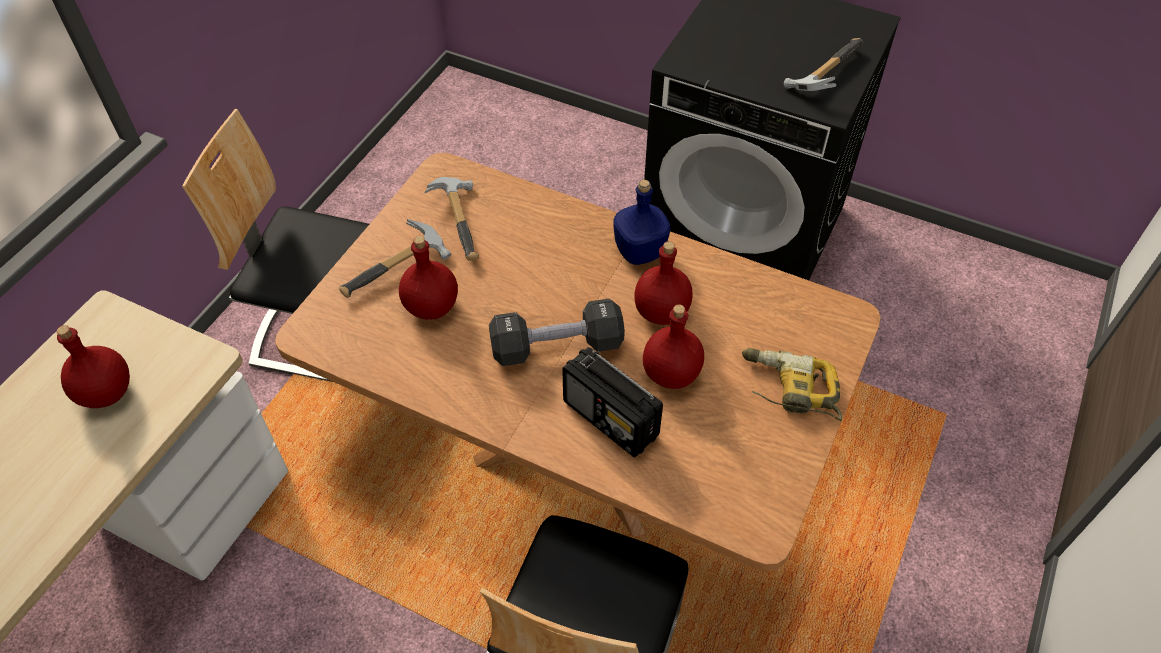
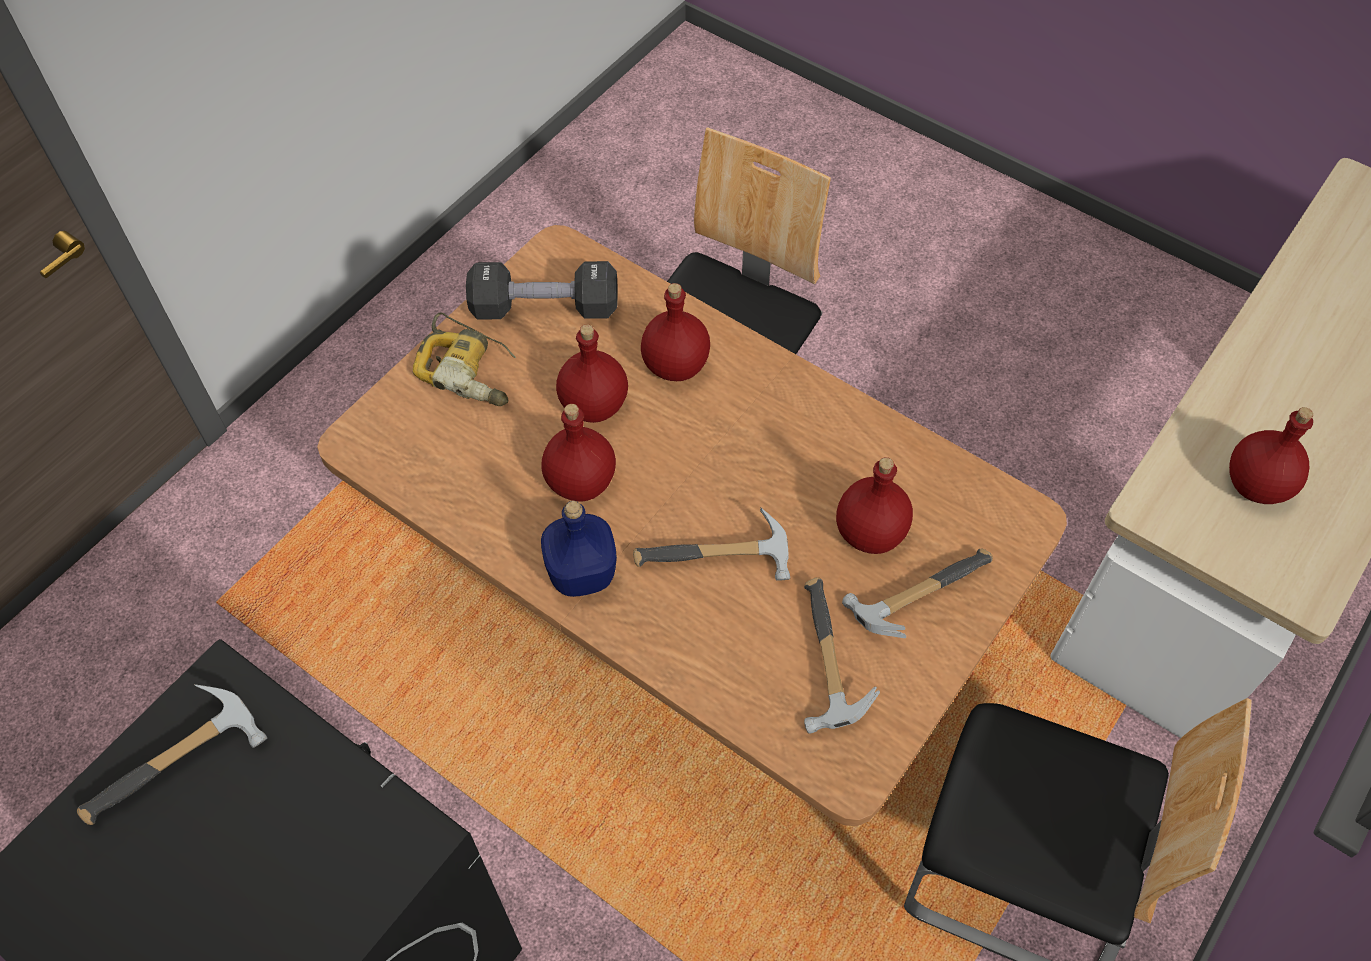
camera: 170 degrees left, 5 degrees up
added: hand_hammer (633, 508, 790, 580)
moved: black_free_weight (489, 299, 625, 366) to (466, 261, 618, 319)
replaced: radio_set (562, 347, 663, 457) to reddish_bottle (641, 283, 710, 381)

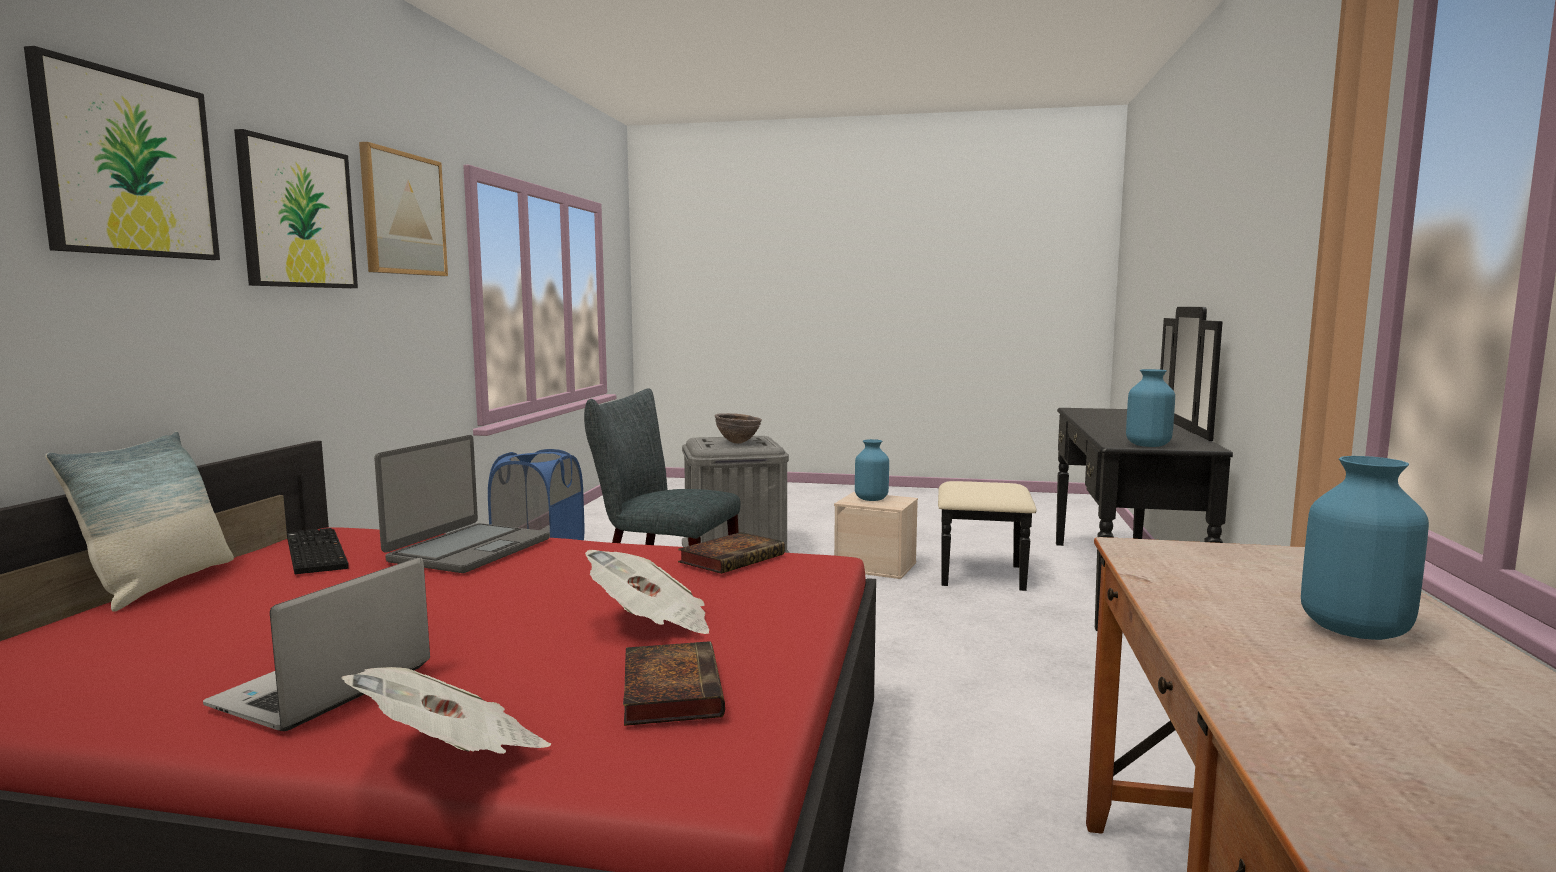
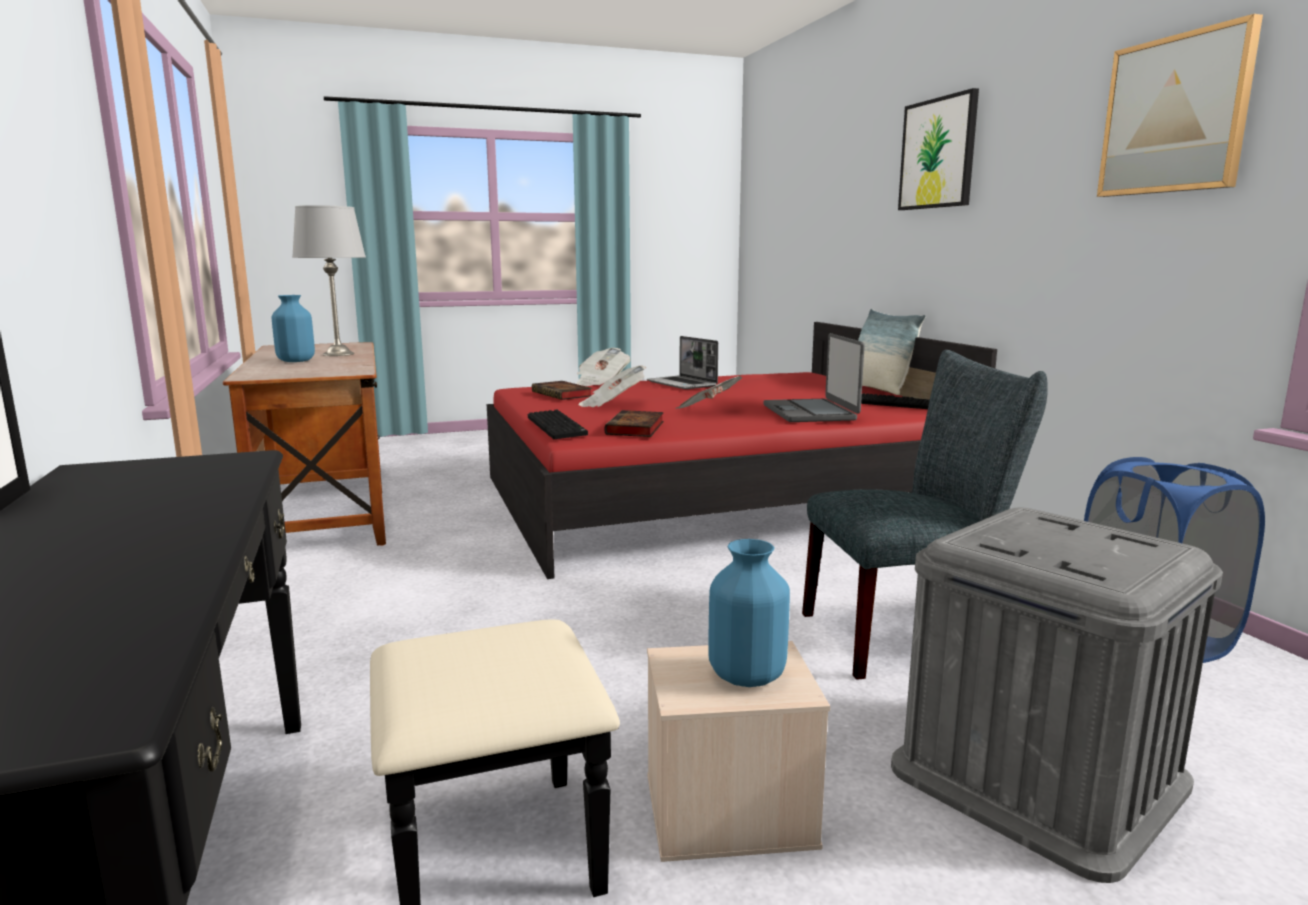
camera: 150 degrees right, 5 degrees up
removed: wall_picture (234, 129, 358, 288); bluish_flower_vase (1126, 369, 1175, 447); brown-coloured_bowl (715, 413, 762, 444)
added: greyish_lamp_for_a_table (292, 205, 366, 356); newspaper (675, 375, 743, 409); keyboard (528, 410, 588, 439)
turned: portable_computer (203, 558, 430, 731) = (647, 336, 718, 389) 150 degrees clockwise

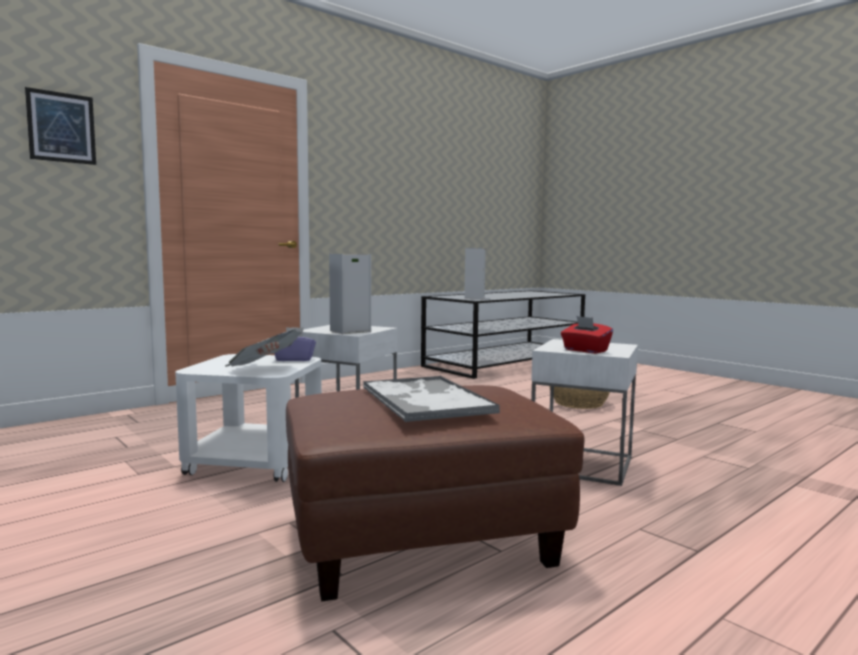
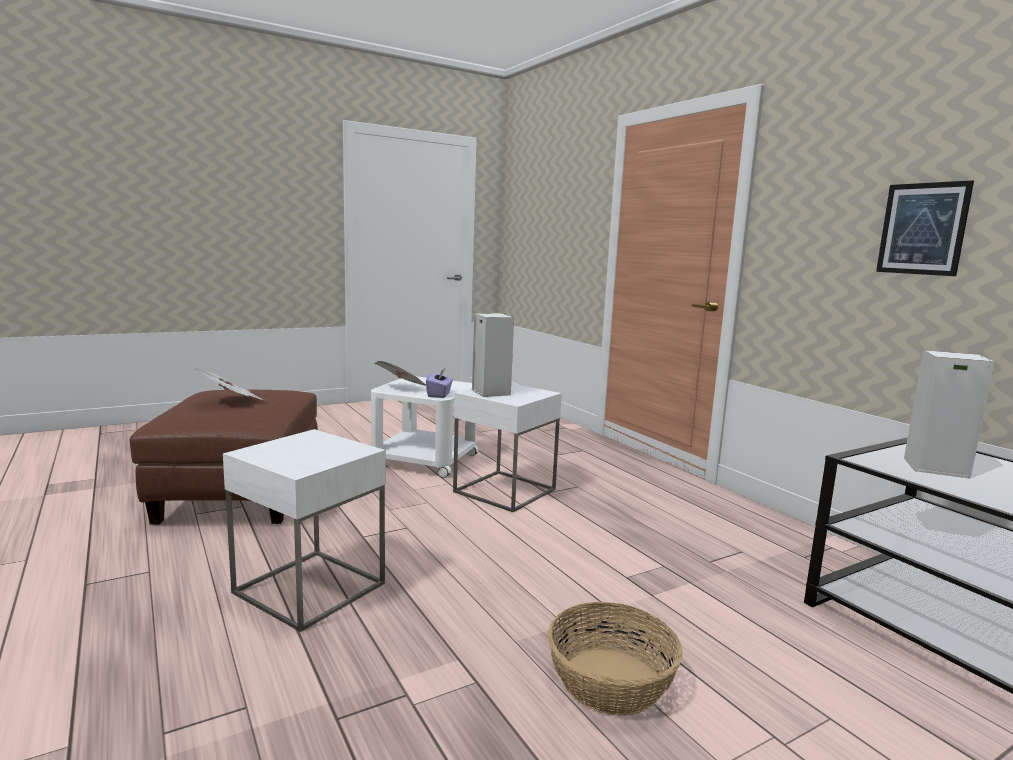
camera: 100 degrees right, 5 degrees up
removed: reddish_box_of_tissues (561, 316, 613, 353)
moved: wall_picture (25, 87, 96, 165) to (876, 180, 974, 276)
replaced: tray (363, 376, 500, 422) to newspaper (193, 368, 264, 400)

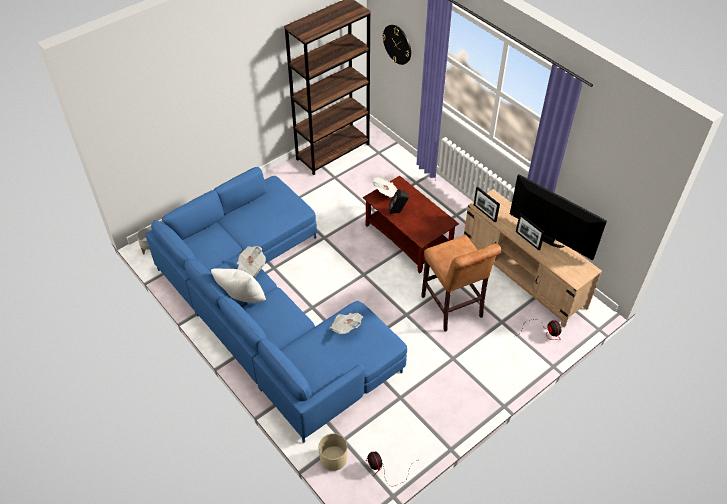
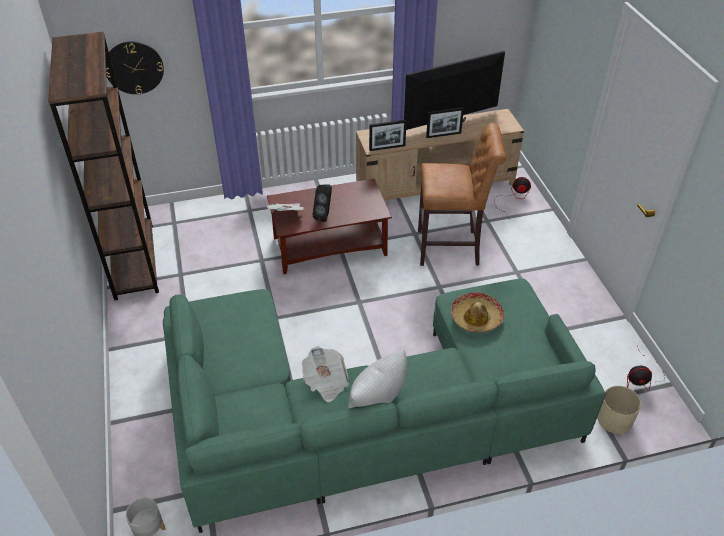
camera: 65 degrees left, 5 degrees down
replaced: newspaper (330, 313, 363, 334) to hat (451, 292, 504, 333)
recoloured: bluish_sofa (145, 167, 407, 443) to green_sofa (163, 278, 606, 533)

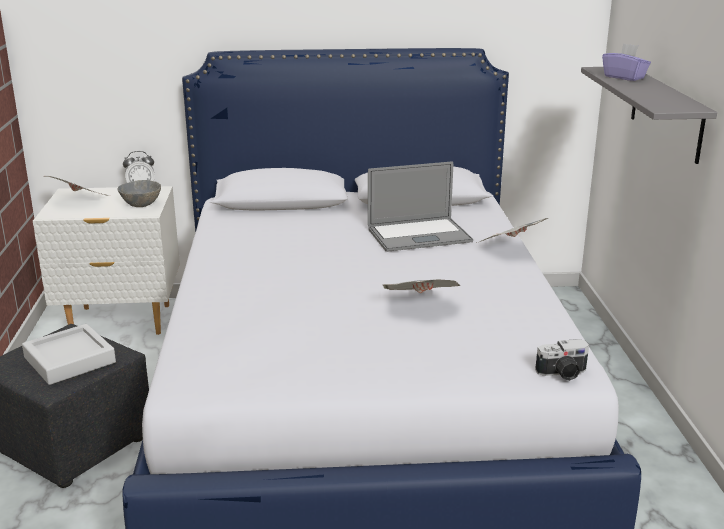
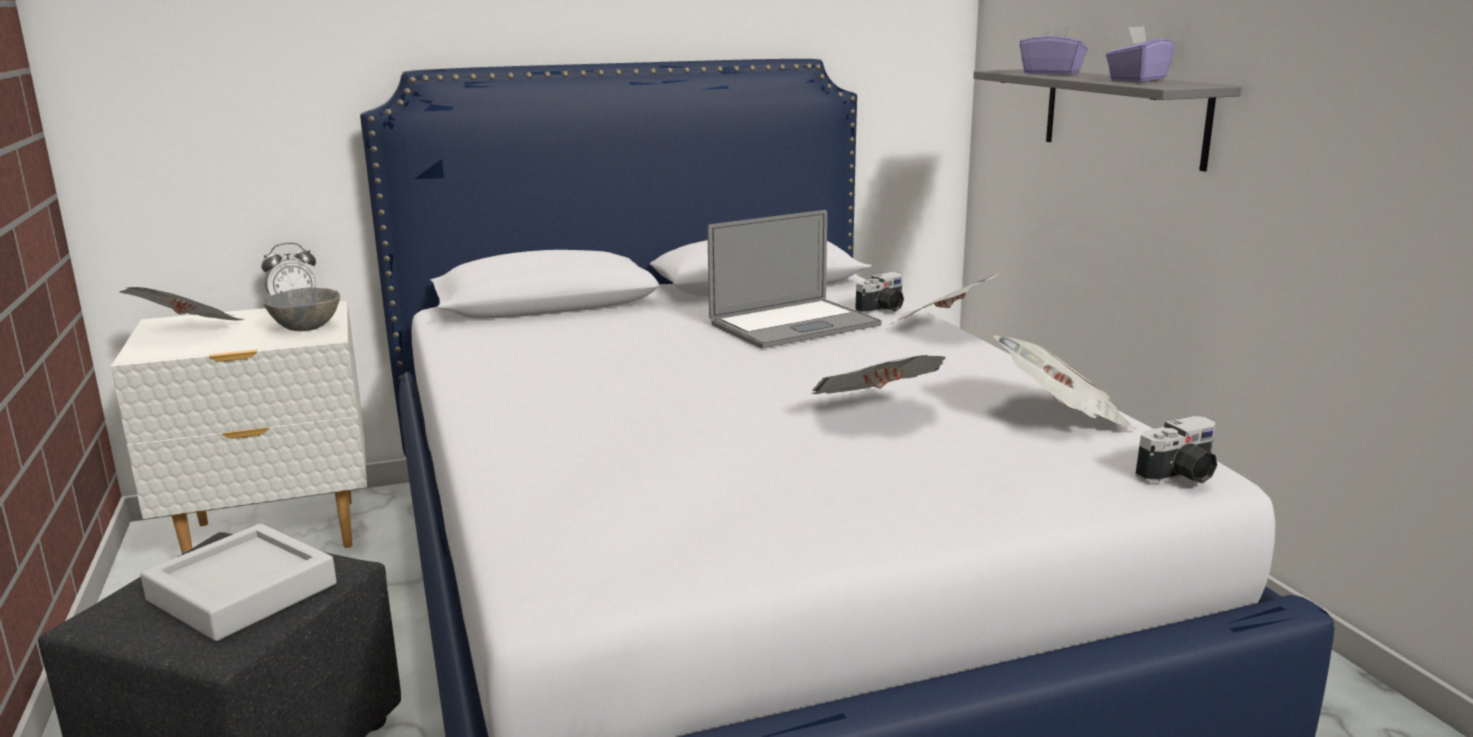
camera: 15 degrees left, 5 degrees down
added: purple_box_of_tissues (1106, 26, 1175, 82); still_camera (855, 272, 904, 313); newspaper (993, 335, 1136, 429)

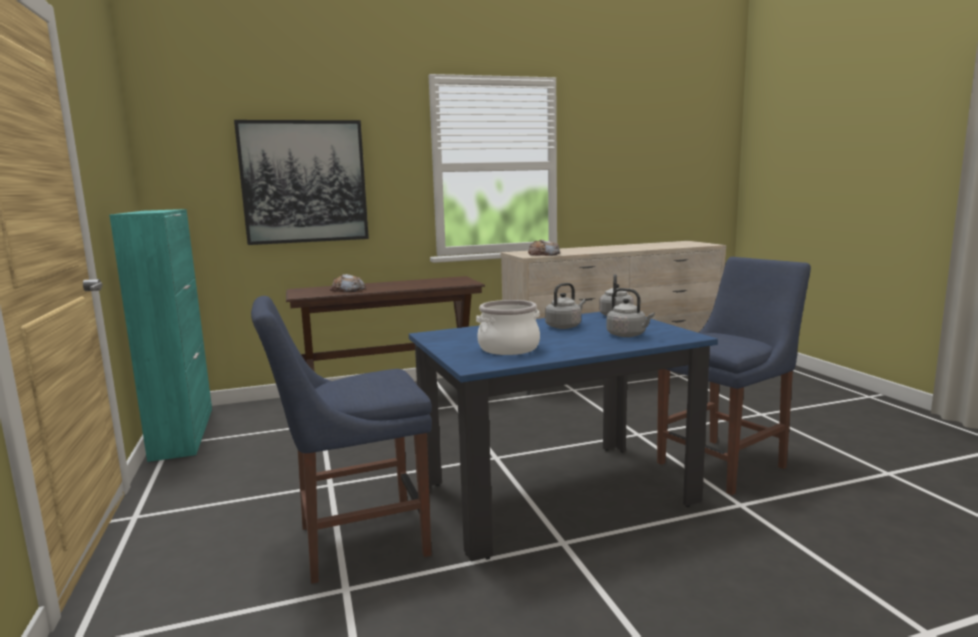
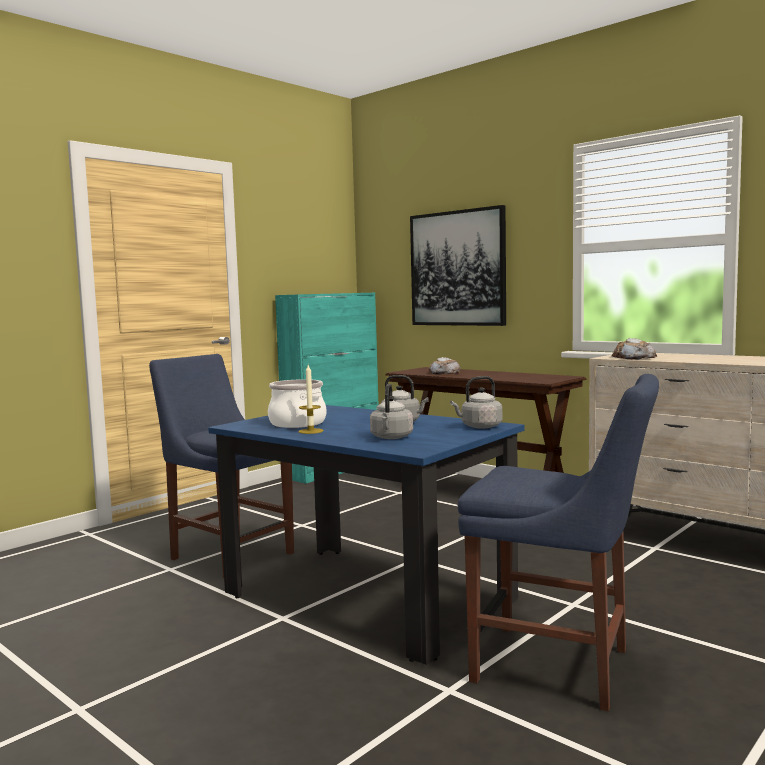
camera: 60 degrees right, 5 degrees down
added: wax_candle (298, 365, 324, 434)

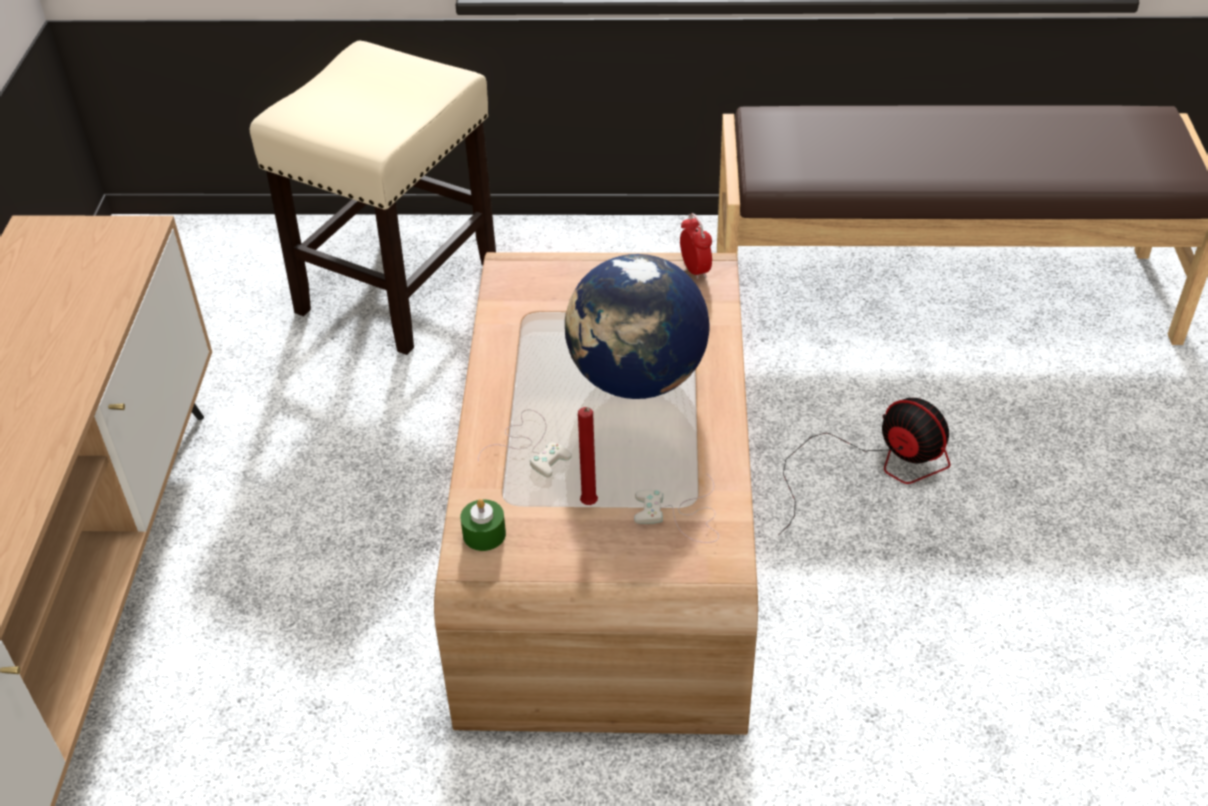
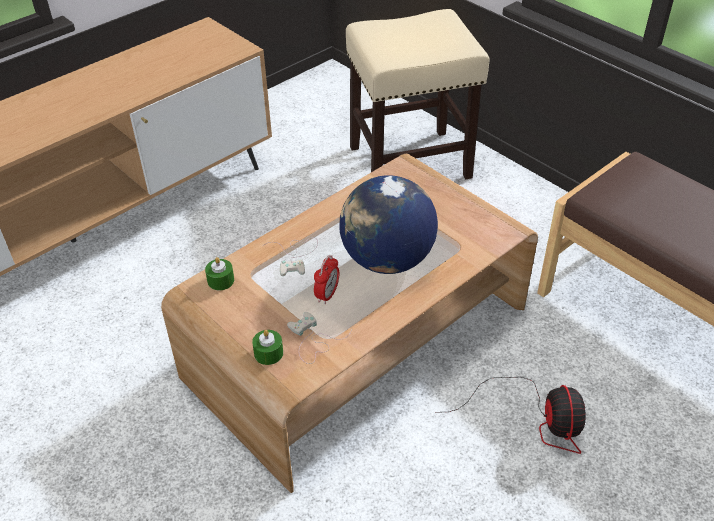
camera: 45 degrees right, 0 degrees up
removed: reddish_wax_candle (578, 407, 598, 505)
added: green_wax_candle (252, 330, 283, 365)
moved: bedside_clock (680, 213, 712, 280) to (314, 255, 339, 304)

